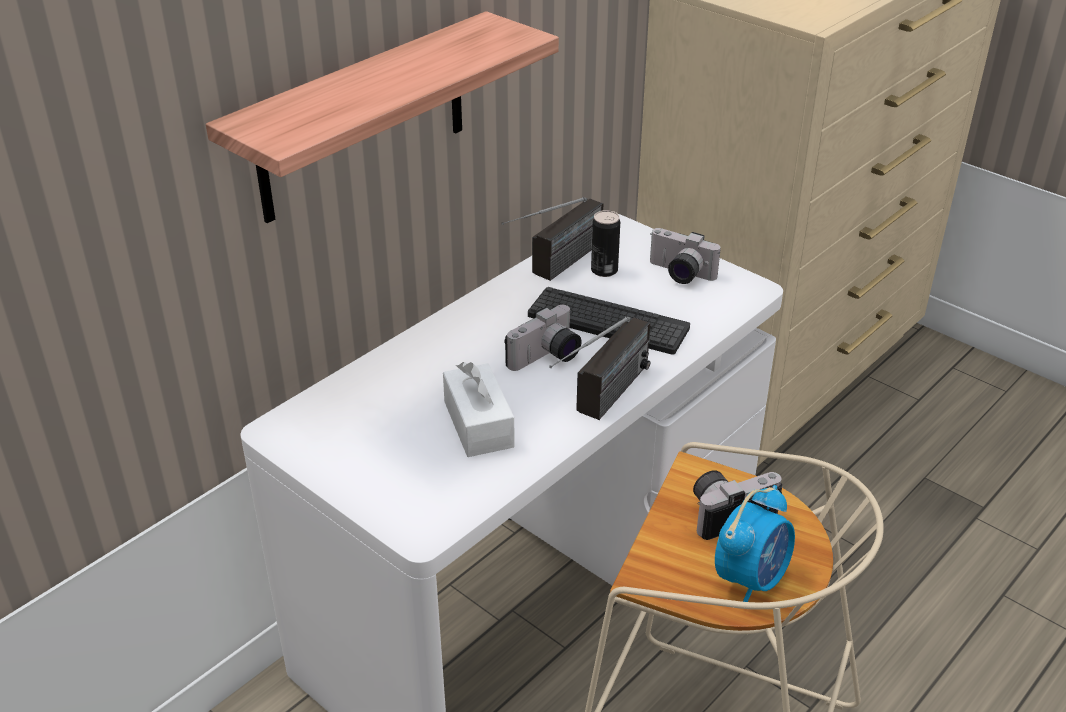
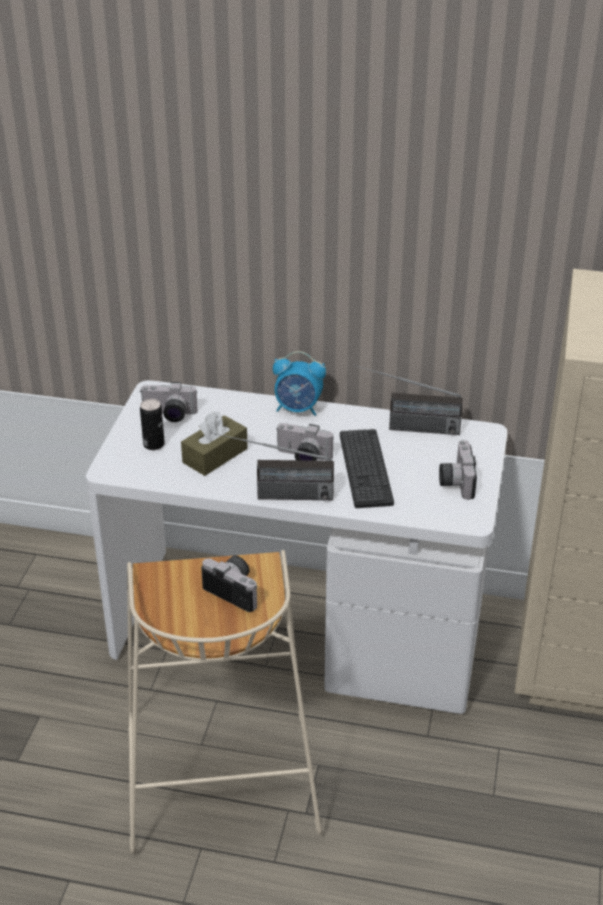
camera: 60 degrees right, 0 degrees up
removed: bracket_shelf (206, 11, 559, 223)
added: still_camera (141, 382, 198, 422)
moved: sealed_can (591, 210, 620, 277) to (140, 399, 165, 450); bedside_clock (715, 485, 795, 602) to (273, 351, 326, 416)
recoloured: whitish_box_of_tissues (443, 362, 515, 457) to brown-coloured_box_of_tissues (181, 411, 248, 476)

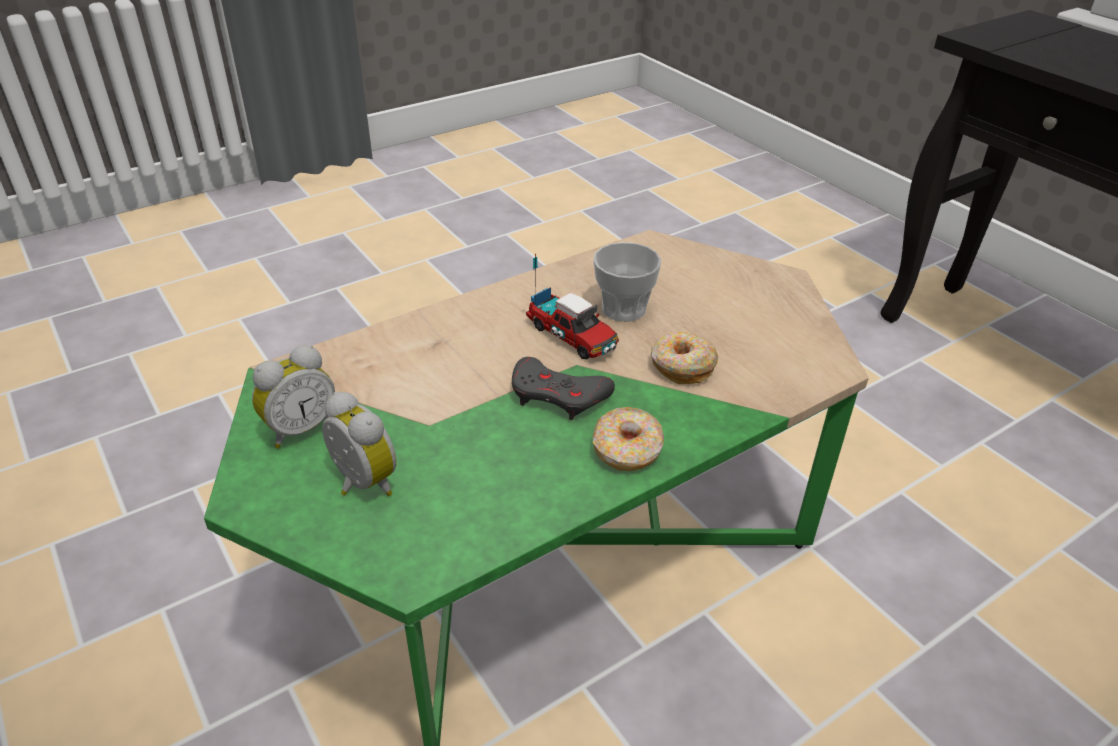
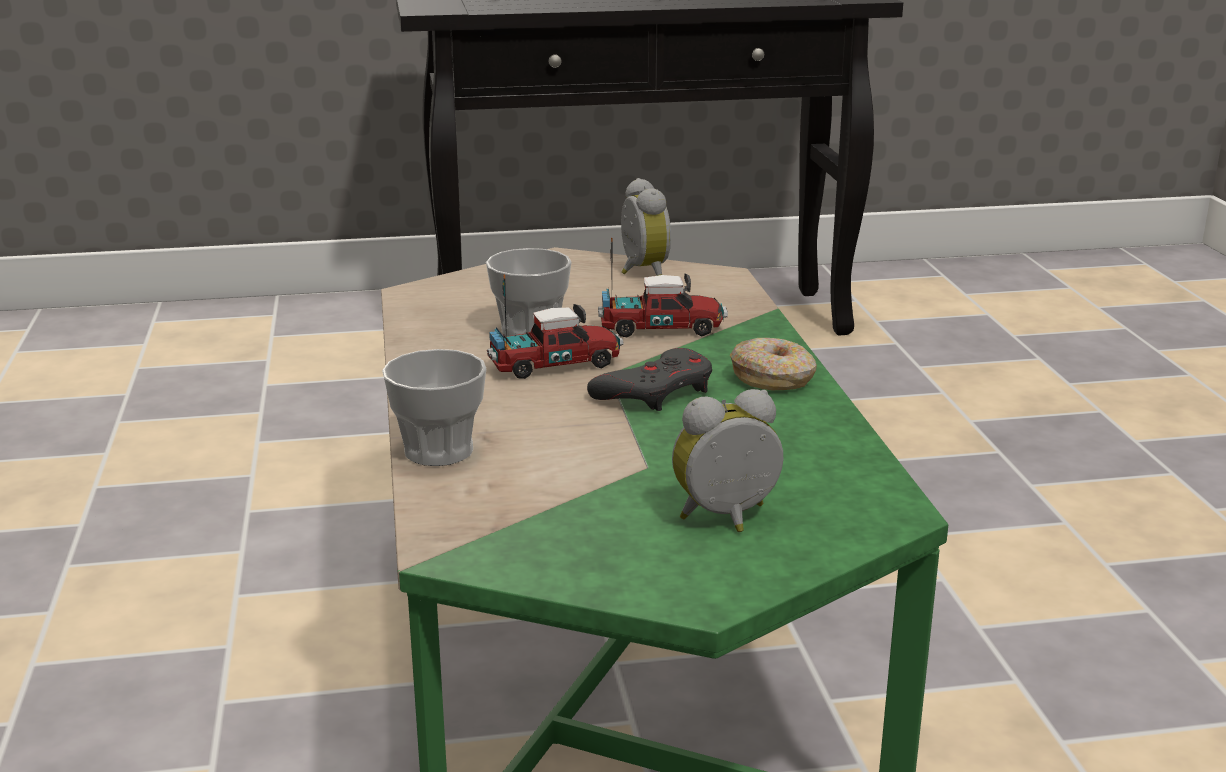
camera: 65 degrees left, 15 degrees down
added: drinking_cup (382, 349, 486, 466)
moved: bedside_clock (252, 345, 335, 448) to (621, 178, 671, 276)
replaced: ring_doughnut (651, 332, 718, 384) to model_truck (598, 238, 728, 337)

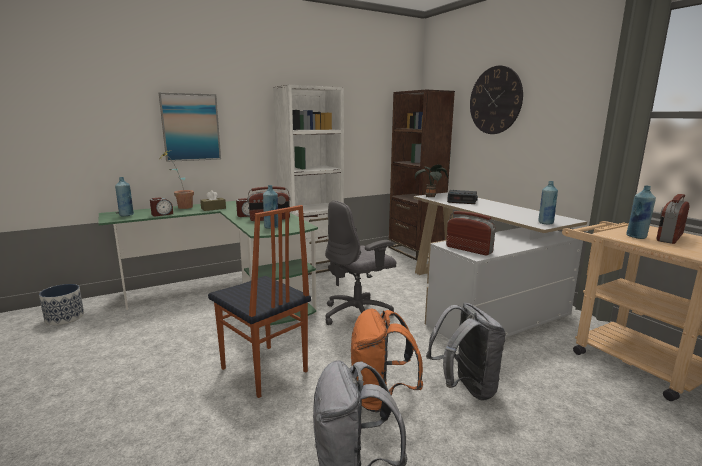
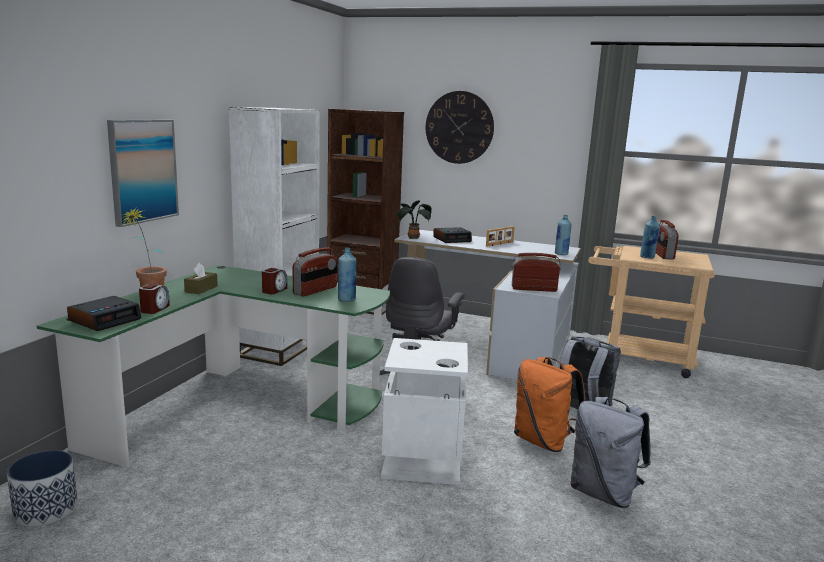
camera: 40 degrees left, 0 degrees up
added: photo_frame (486, 226, 514, 247)
replaced: bluish_bottle (115, 177, 134, 216) to bedside_clock (67, 296, 141, 331); chair (208, 205, 311, 398) to whitish_rubbish_bin (381, 338, 468, 485)

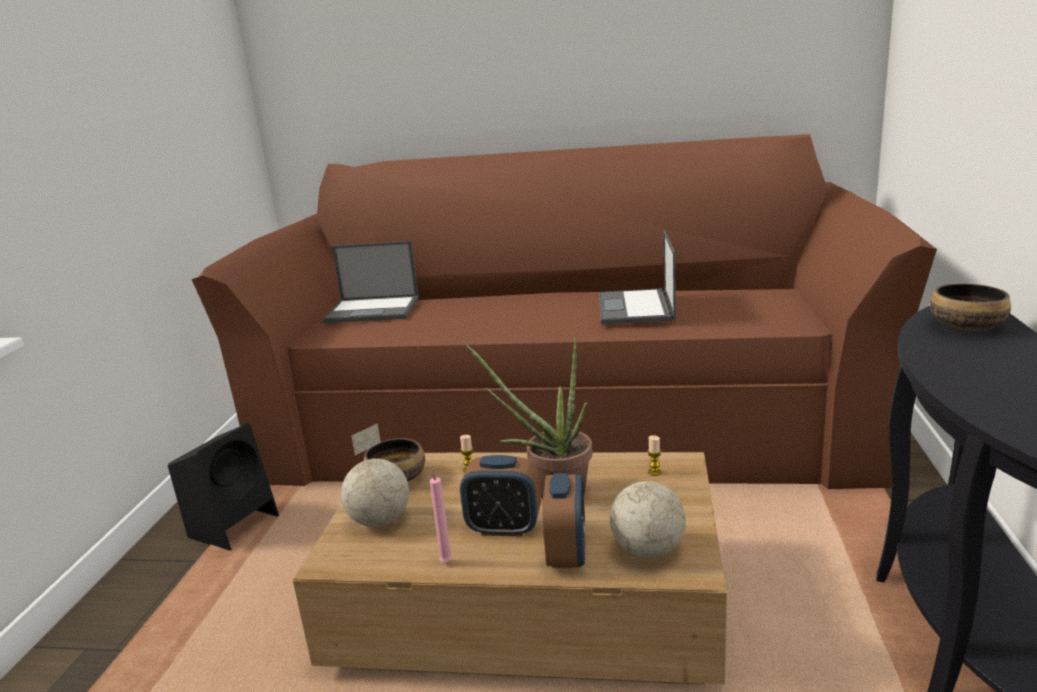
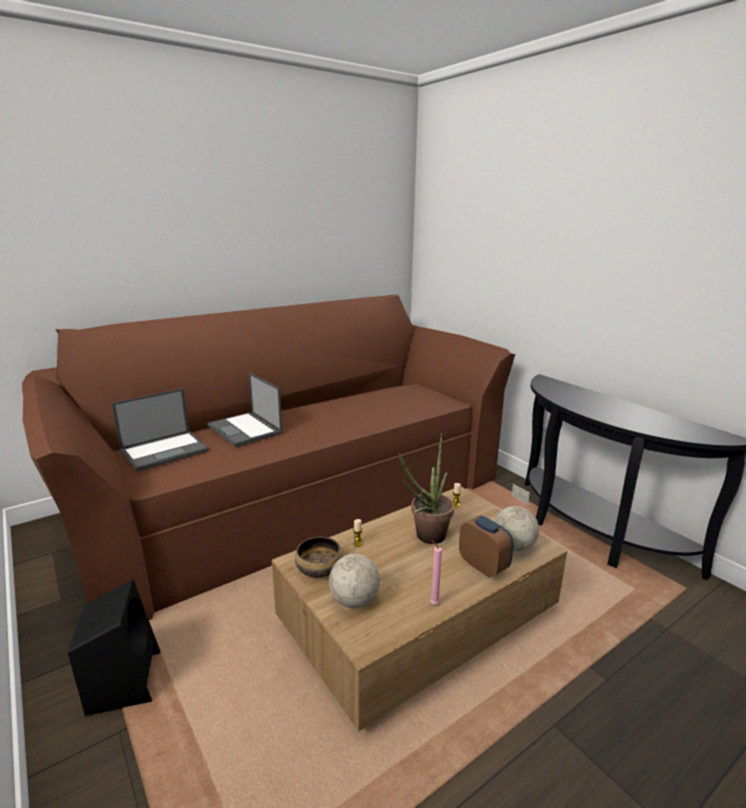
camera: 45 degrees left, 0 degrees up
removed: bowl (930, 283, 1011, 331); bedside_clock (460, 455, 541, 536)
moved: portable_computer (599, 230, 676, 325) to (208, 372, 282, 447)

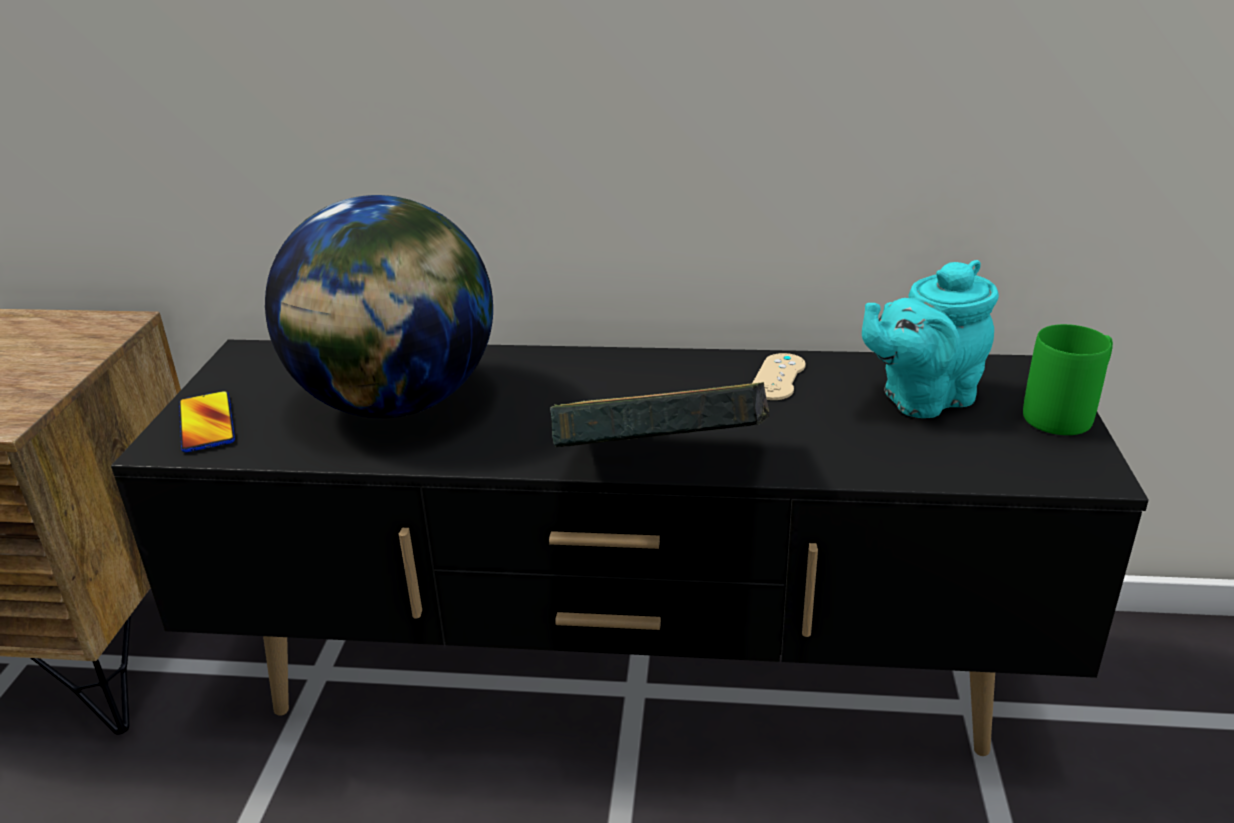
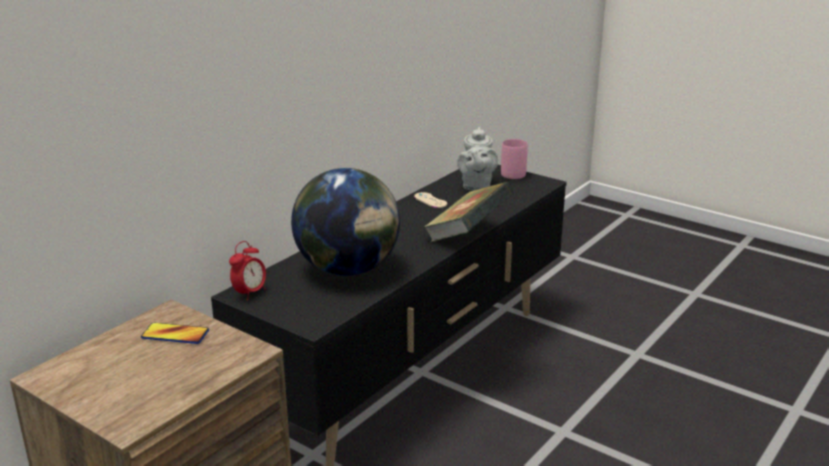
camera: 60 degrees left, 5 degrees down
added: bedside_clock (229, 241, 266, 300)
moved: telephone (179, 391, 235, 452) to (141, 323, 209, 344)
recoloured: blue-green_teapot (862, 260, 999, 418) to greyish_teapot (457, 127, 498, 190); green_tea_mug (1023, 324, 1113, 435) to pink-coloured_tea_mug (501, 139, 528, 179)

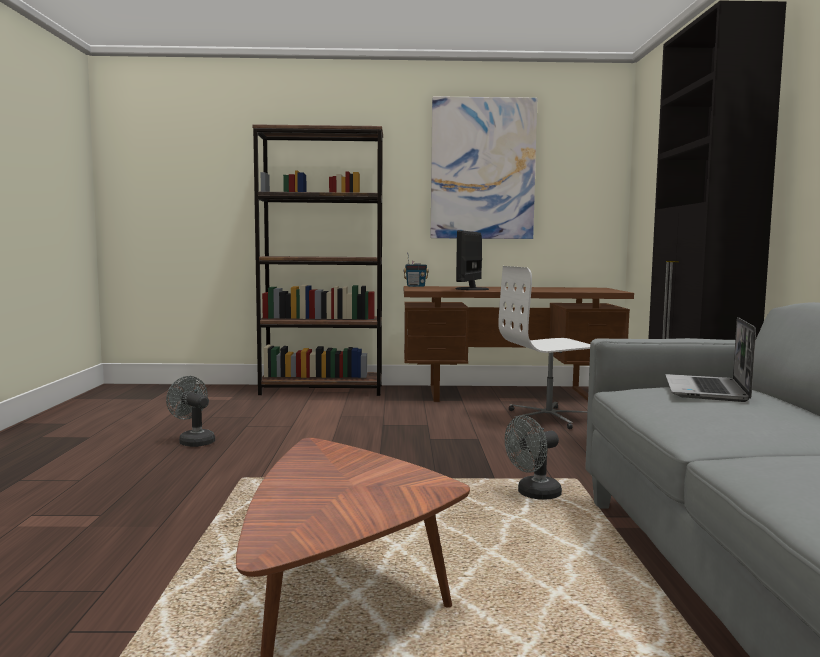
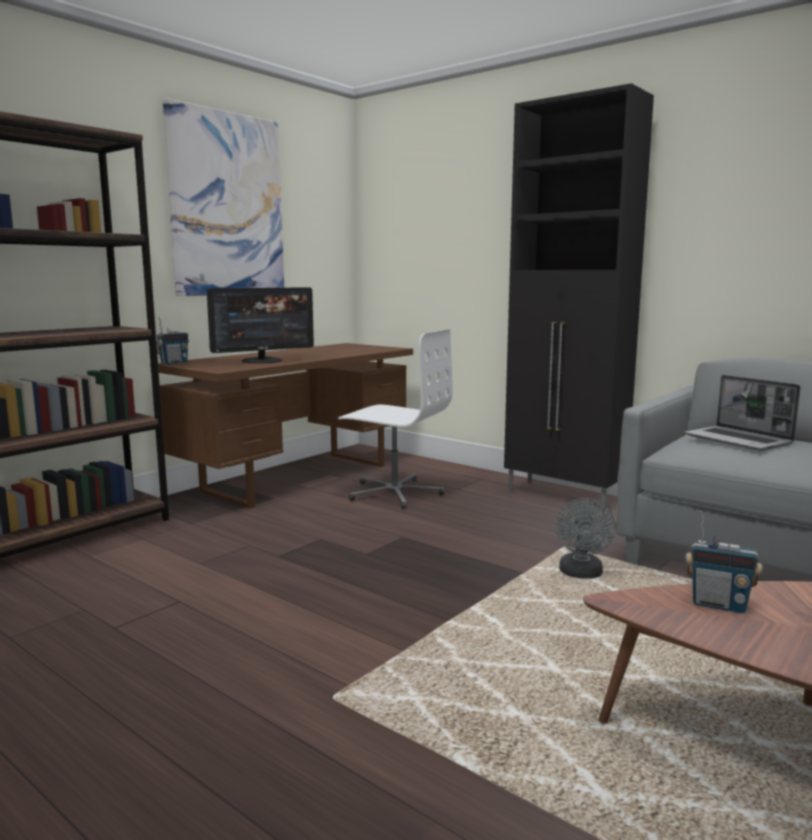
camera: 50 degrees left, 5 degrees up
removed: greyish_electric_fan (166, 376, 215, 447)
added: radio_set (685, 511, 763, 613)
turned: monitor (455, 230, 489, 290) = (207, 287, 314, 363) 90 degrees counterclockwise; whitish_computer_chair (498, 266, 590, 429) = (338, 329, 453, 509) 90 degrees counterclockwise

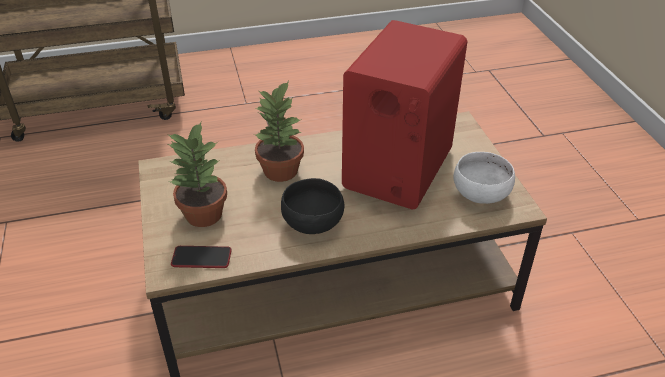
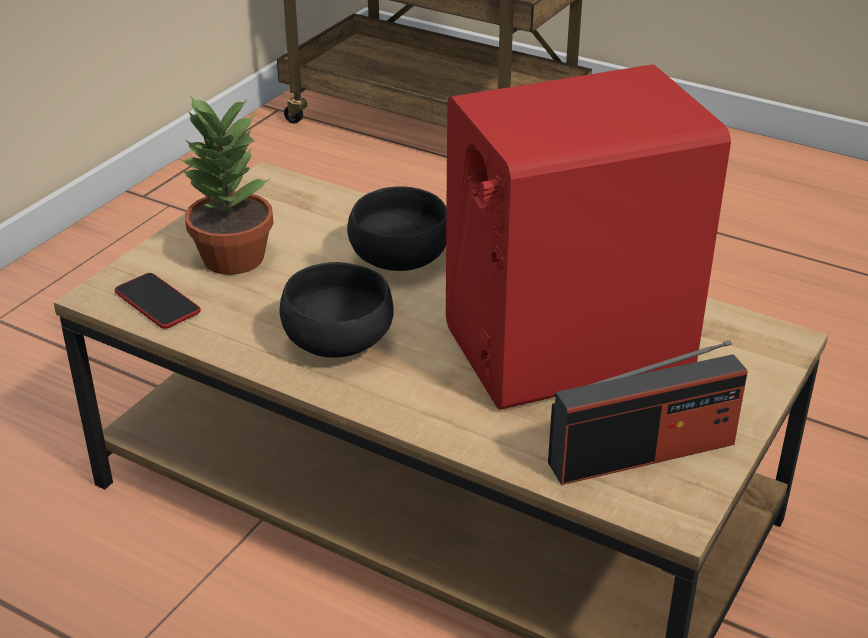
camera: 45 degrees right, 5 degrees down
replaced: plant_in_a_pot (254, 81, 304, 182) to black_bowl (347, 186, 446, 271); whitish_bowl (454, 152, 515, 204) to radio_set (548, 340, 747, 485)

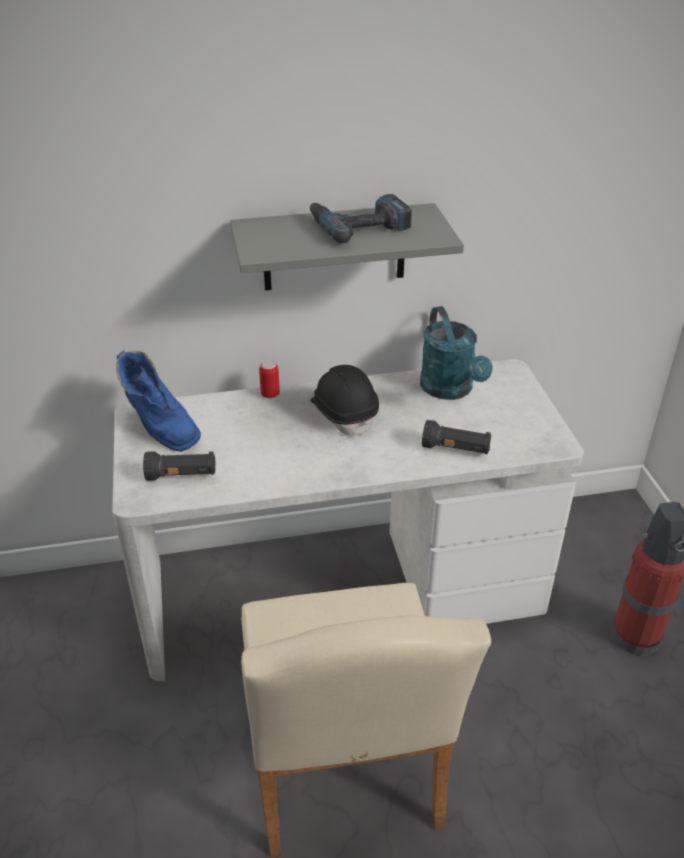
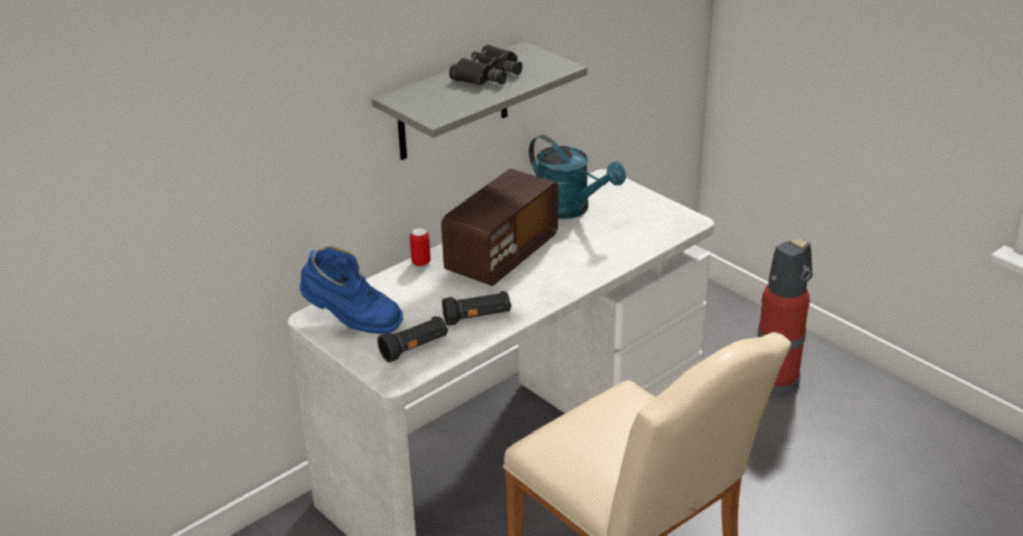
camera: 30 degrees left, 5 degrees down
moved: black_torch (422, 420, 491, 454) to (442, 291, 511, 326)
replaced: power_drill (310, 194, 412, 243) to black_field_glasses (449, 44, 523, 85); black_work_helmet (310, 365, 379, 437) to radio_set (441, 169, 558, 286)

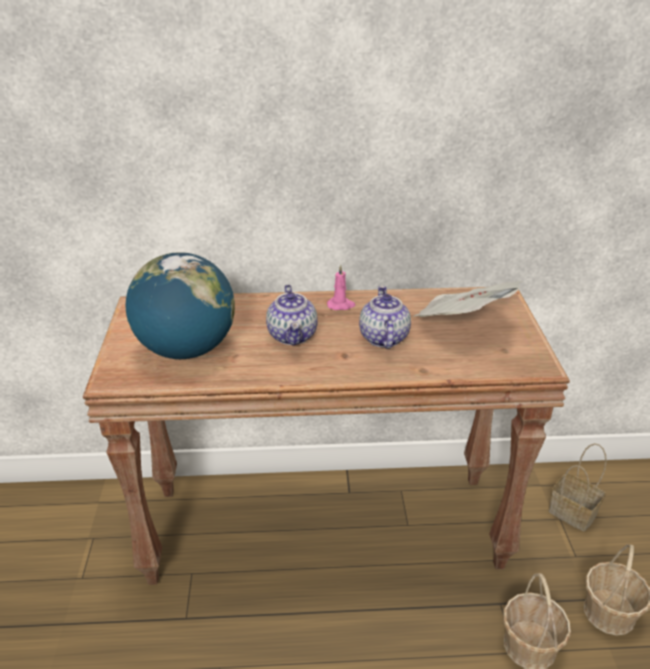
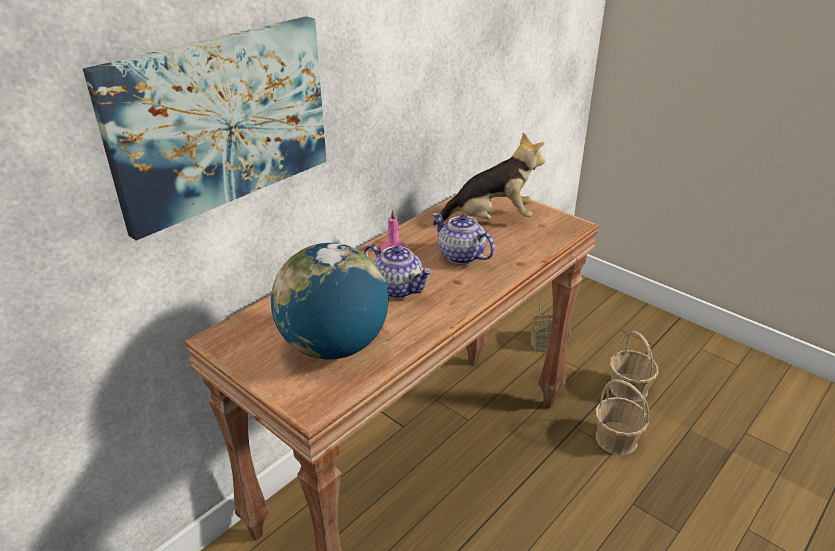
camera: 45 degrees left, 0 degrees up
added: wall_picture (83, 16, 327, 241)
replaced: newspaper (412, 281, 523, 317) to soft_toy (433, 132, 545, 225)

